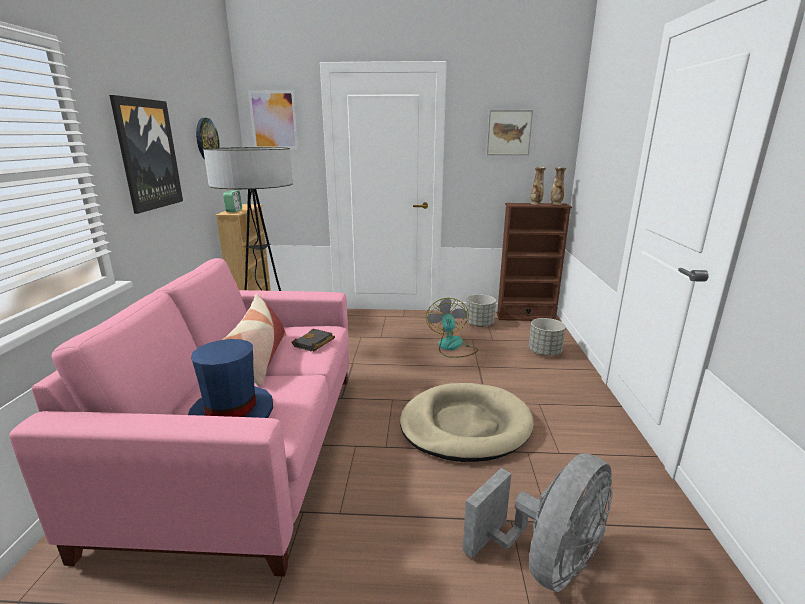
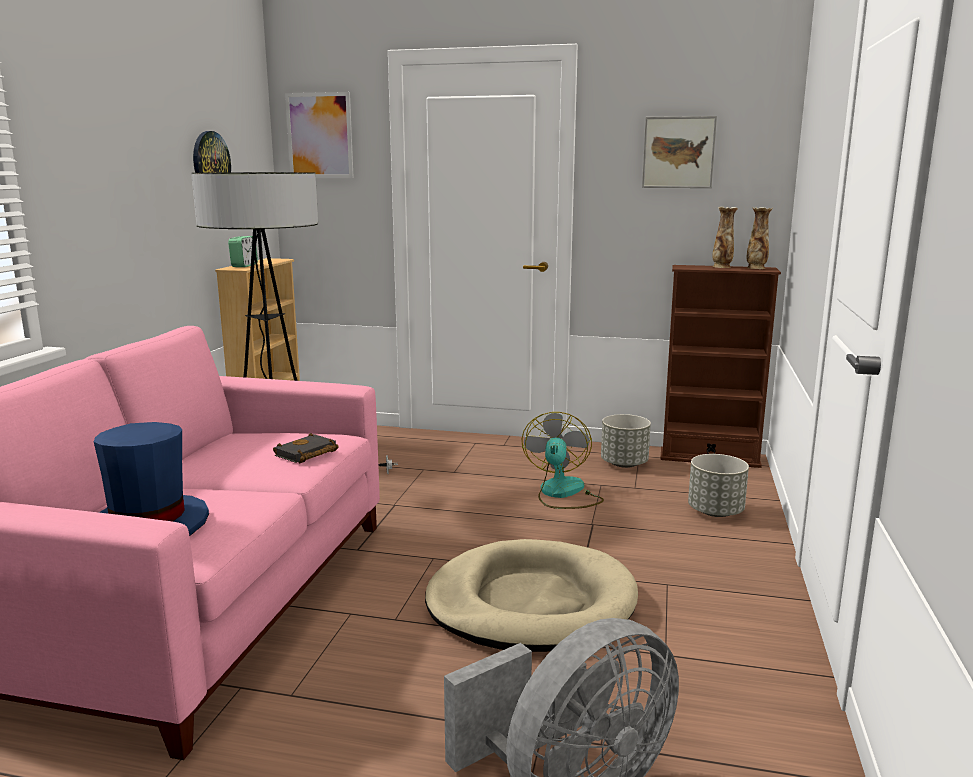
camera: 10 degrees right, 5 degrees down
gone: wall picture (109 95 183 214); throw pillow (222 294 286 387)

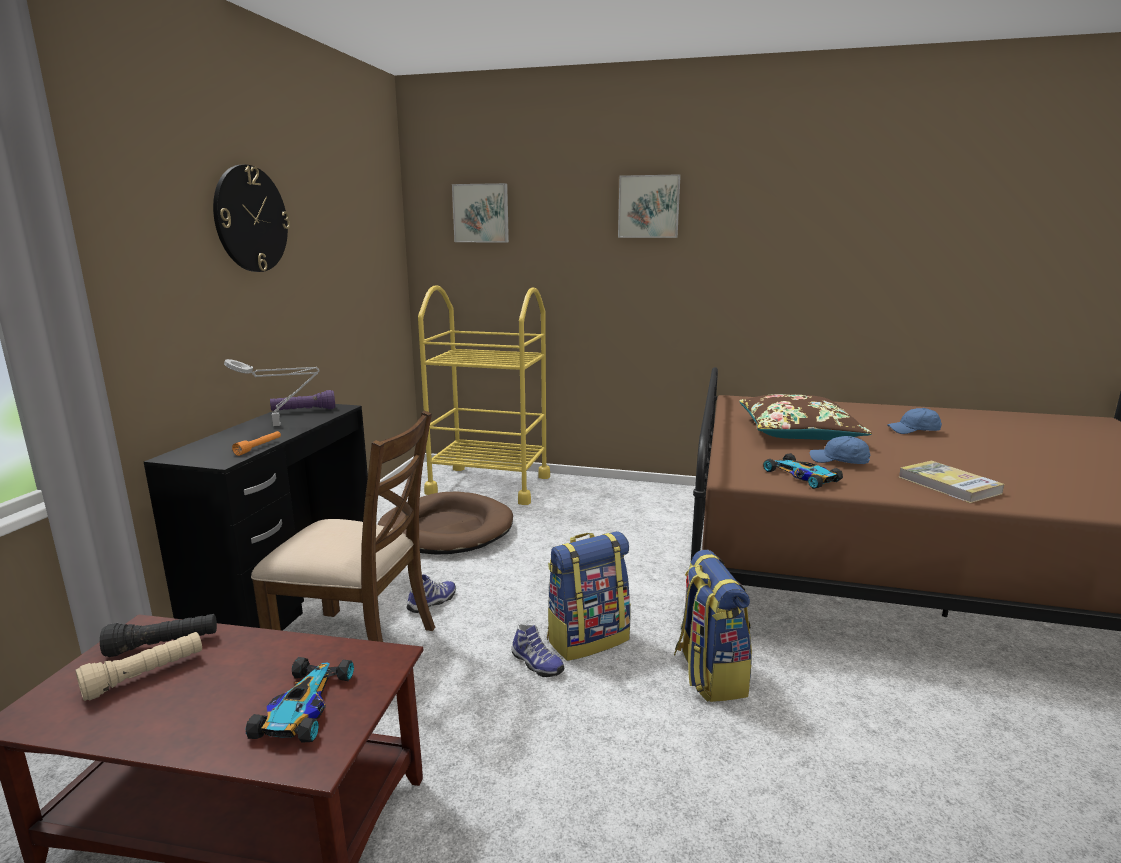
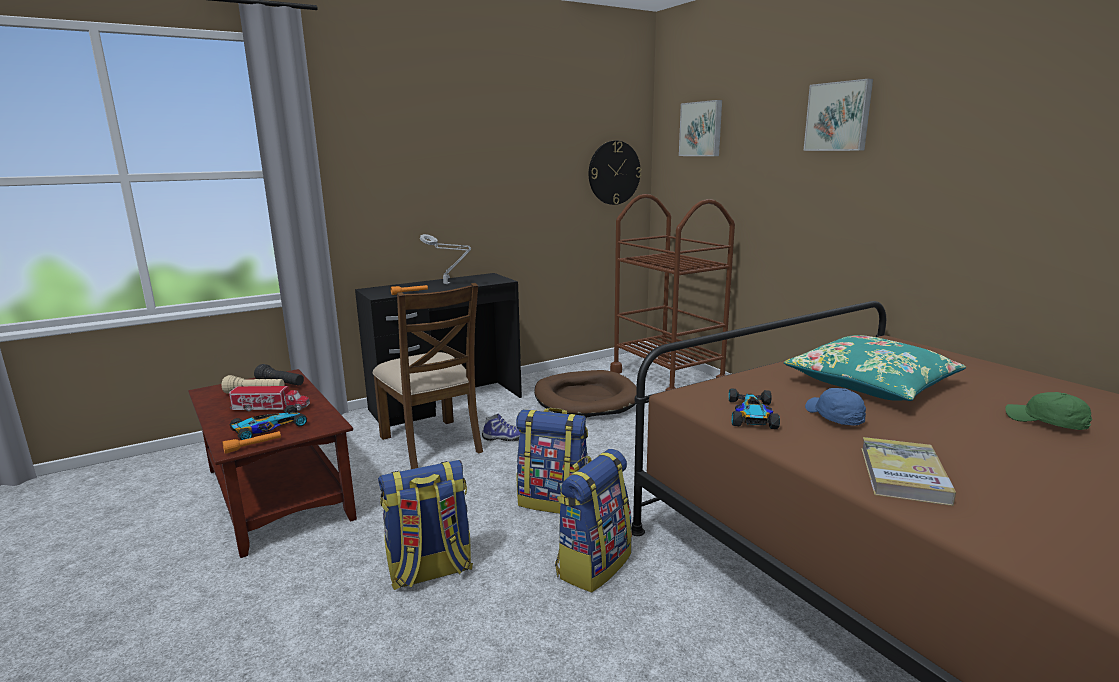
camera: 45 degrees right, 0 degrees up
gone: purplish torch (270 390 335 411); shoe (511 624 564 677)
new: orangey torch (222 431 281 454); toy lorry (229 386 310 411); backpack (378 460 473 590)
shifted: clock on the wall (213 165 290 272) to (589 141 641 205)
repainted: yellow-coloured trolley (418 285 550 505) to brownish trolley (610 194 735 391); brownish throw pillow (739 394 872 440) to turquoise-coloured throw pillow (784 335 966 401); bluish cap (887 408 942 434) to greenish cap (1005 392 1092 430)

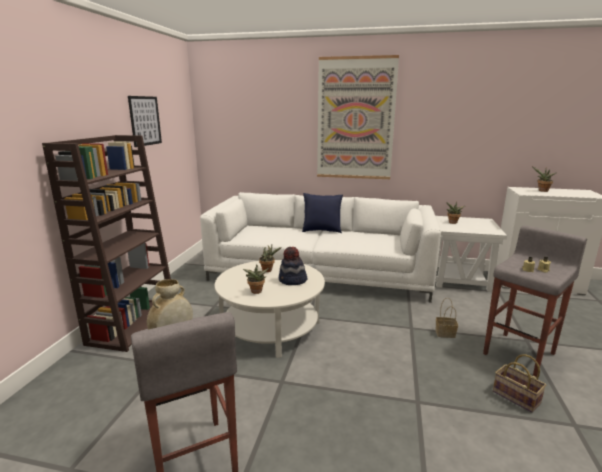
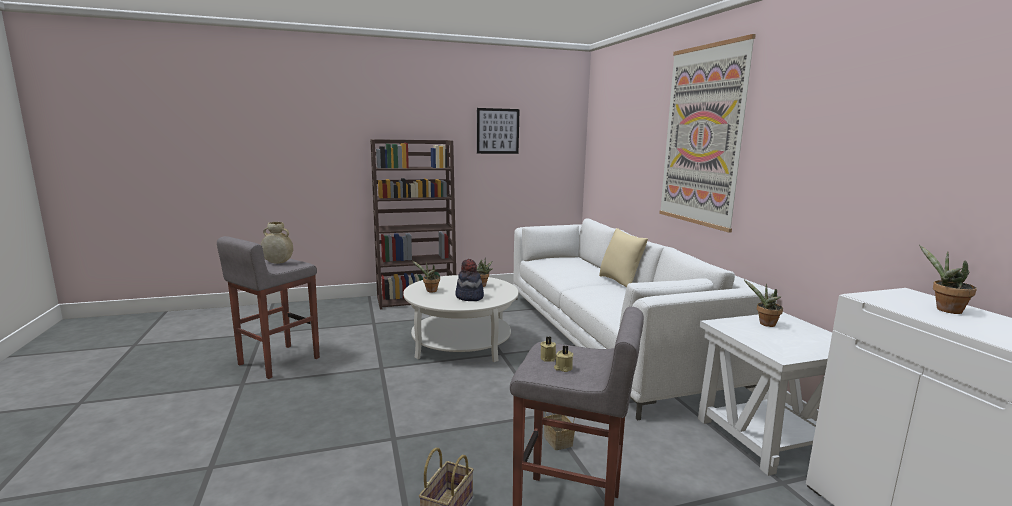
camera: 60 degrees right, 5 degrees down
repainted: bluish throw pillow (302 193 343 233) to beige-coloured throw pillow (599 228 648 288)

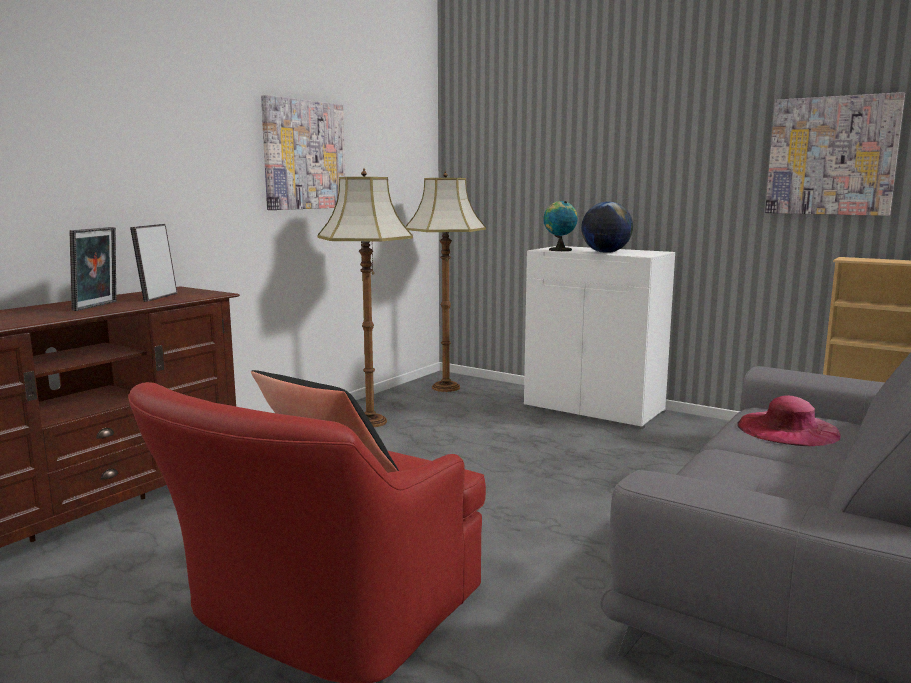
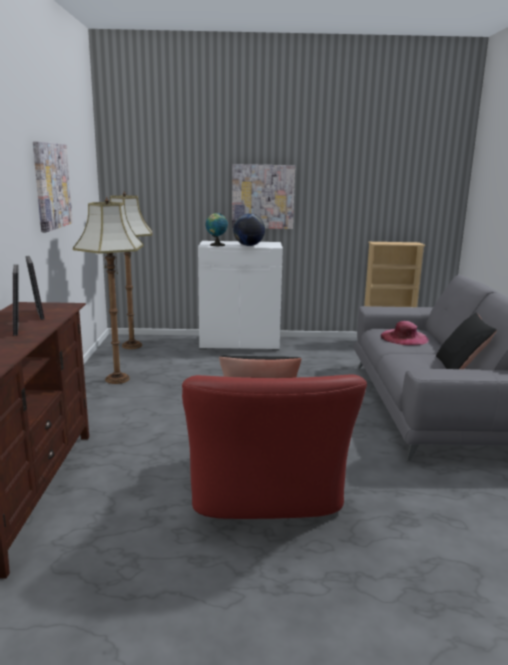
camera: 35 degrees left, 5 degrees up
new: black throw pillow (436 312 497 369)
shifted: wall picture (765 92 905 216) to (232 164 295 229)

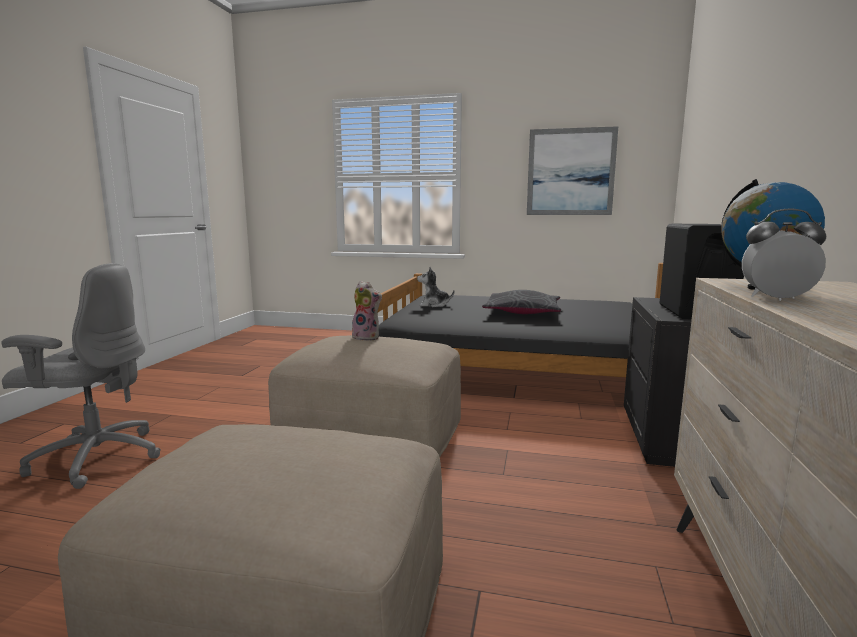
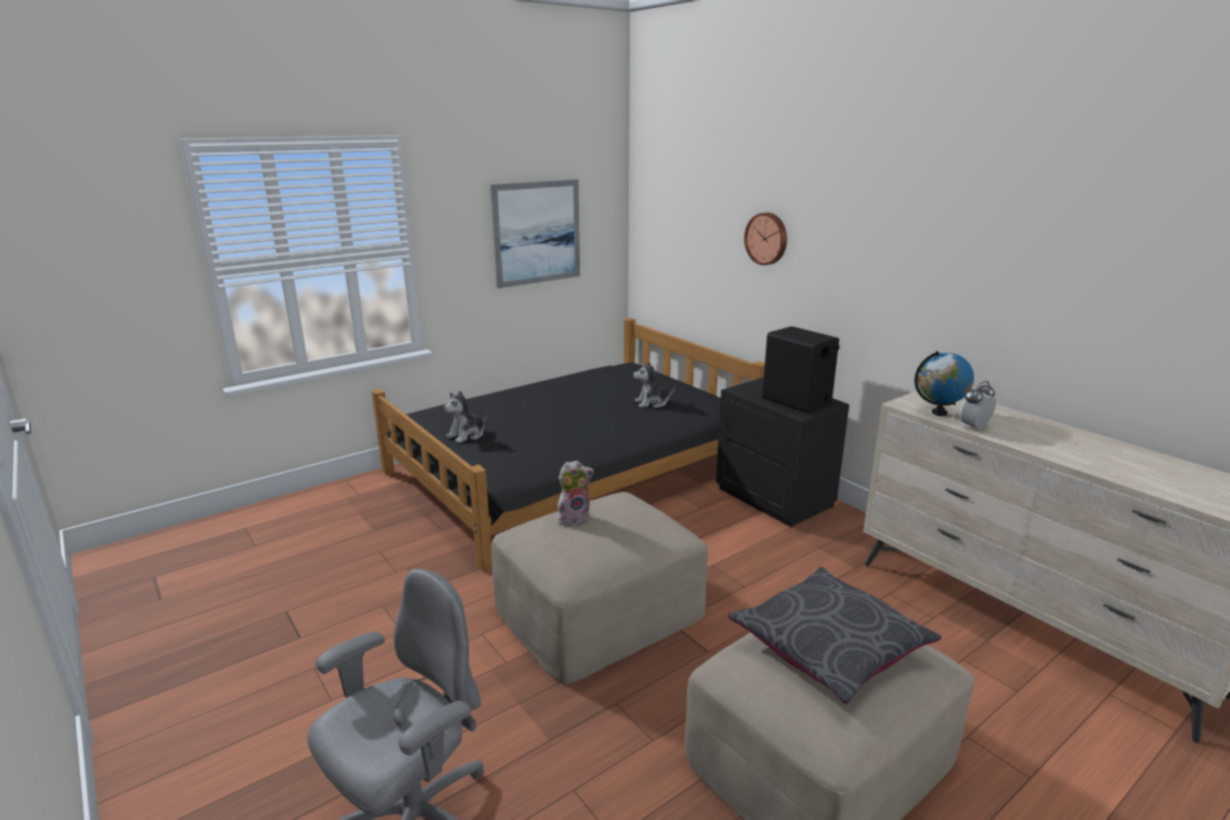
camera: 50 degrees left, 10 degrees up
new: cuddly toy (633 362 675 408); clock on the wall (744 213 787 265)
shifted: grey throw pillow (482 290 561 314) to (728 567 941 704)

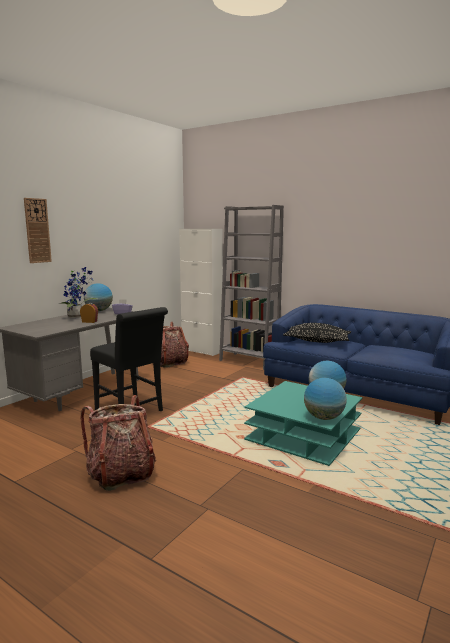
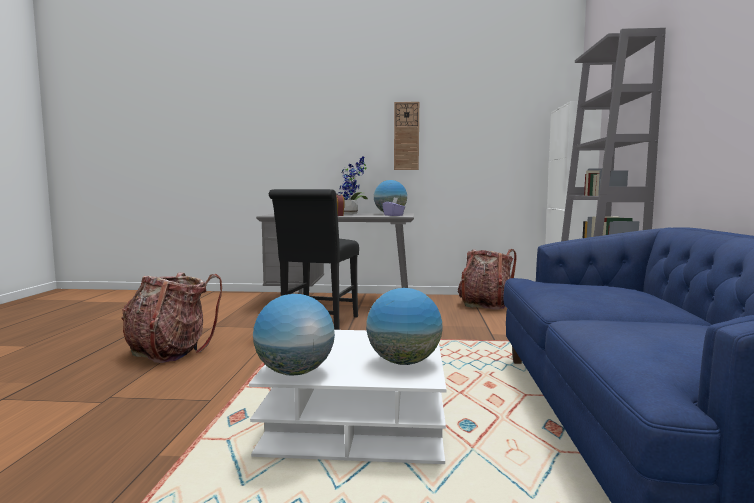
camera: 60 degrees right, 5 degrees down
gone: black throw pillow (283 323 351 343)
shifted: clock on the wall (24 198 52 263) to (394 102 419 170)
repainted: turquoise-coloured coffee table (244 381 363 466) to white-coloured coffee table (249 330 447 464)

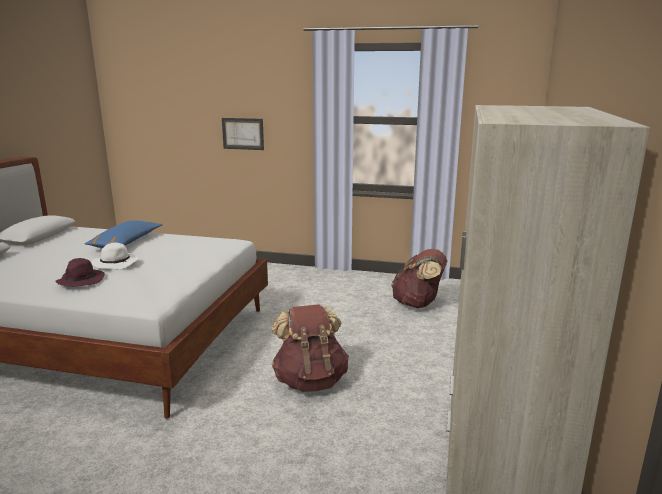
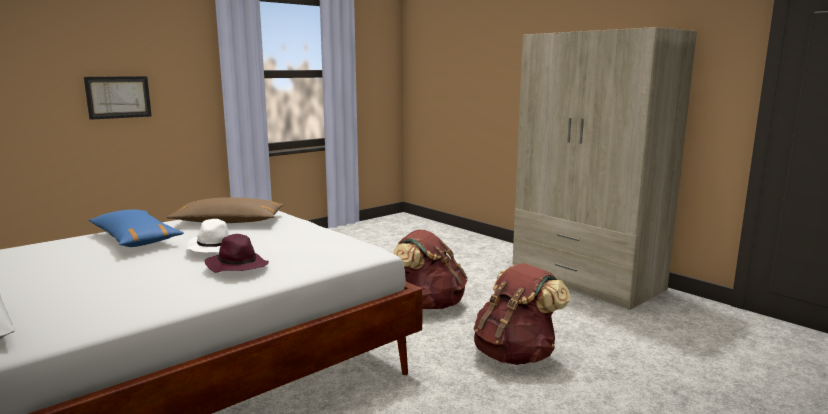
camera: 55 degrees left, 5 degrees down
new: brownish throw pillow (167 197 284 223)
shifted: brownish backpack (391 249 447 308) to (473 263 570 365)

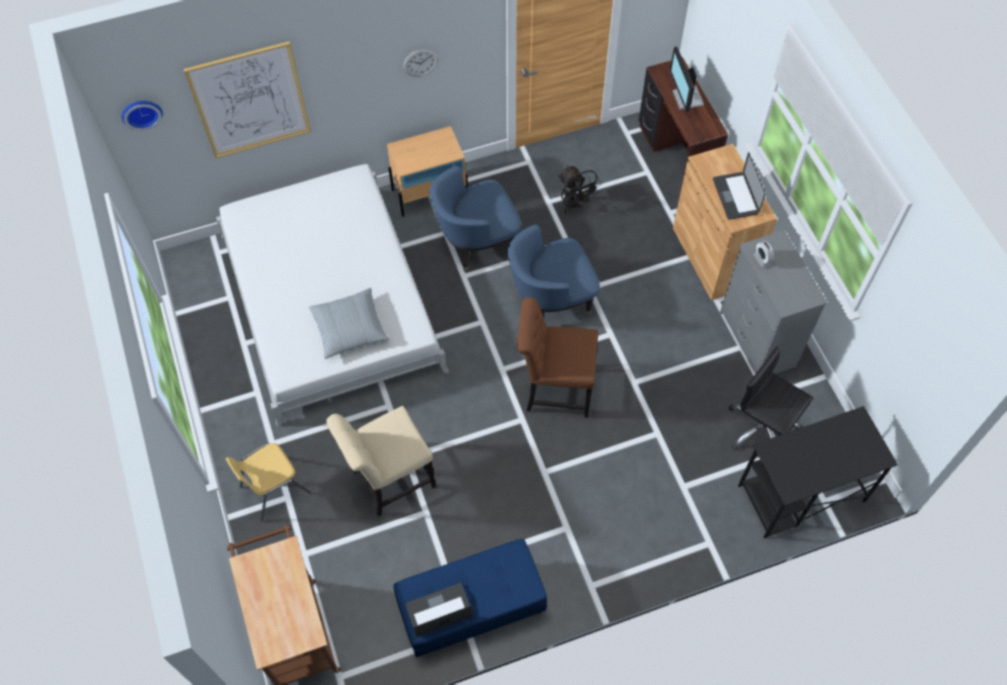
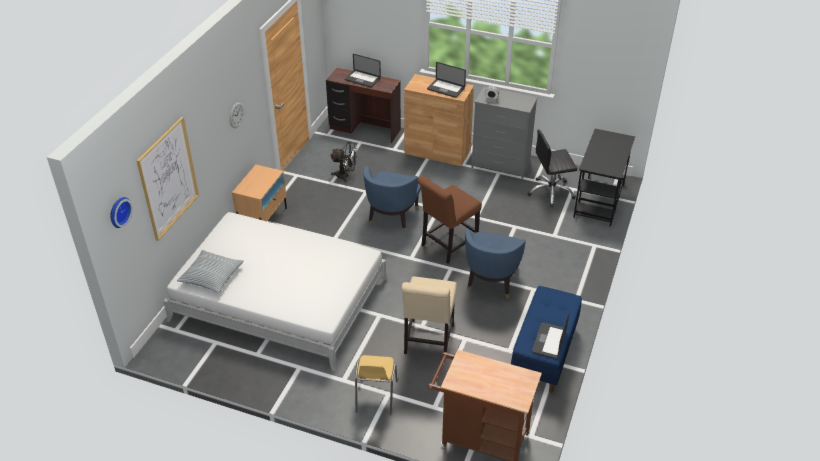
camera: 50 degrees left, 20 degrees down
shifted: throw pillow (309 288 389 359) to (177 250 244 293); bluish easy chair (430 166 521 271) to (465 229 526 299)
swapped: computer screen (670 47 704 112) to portable computer (344 54 381 87)

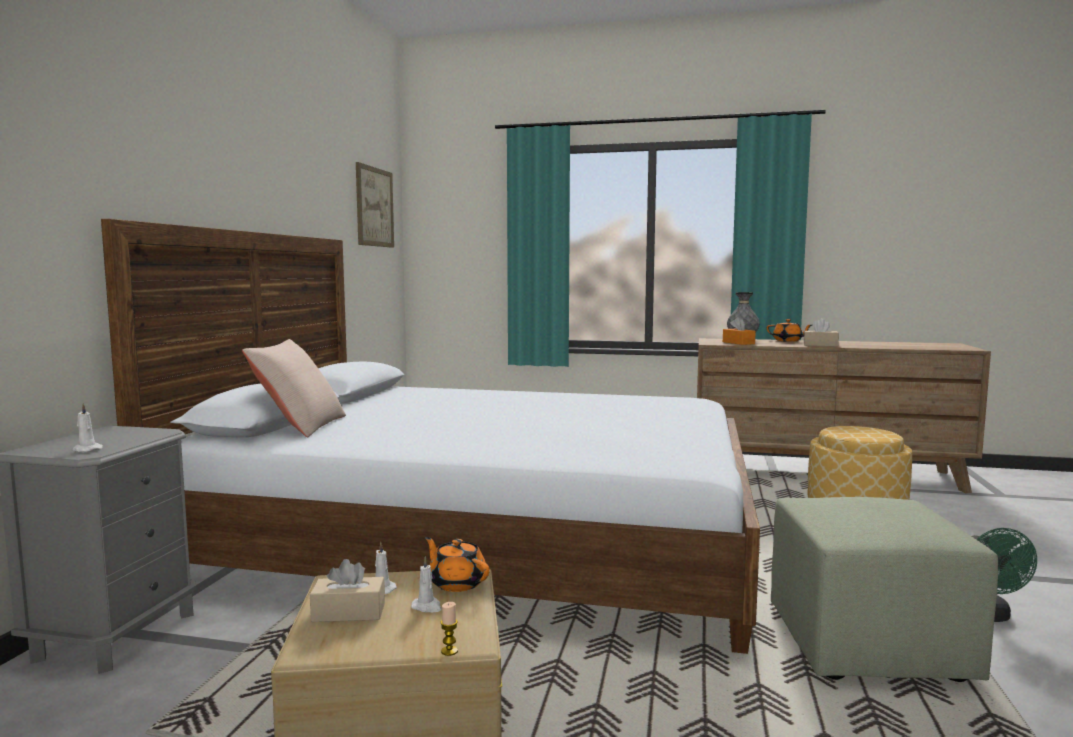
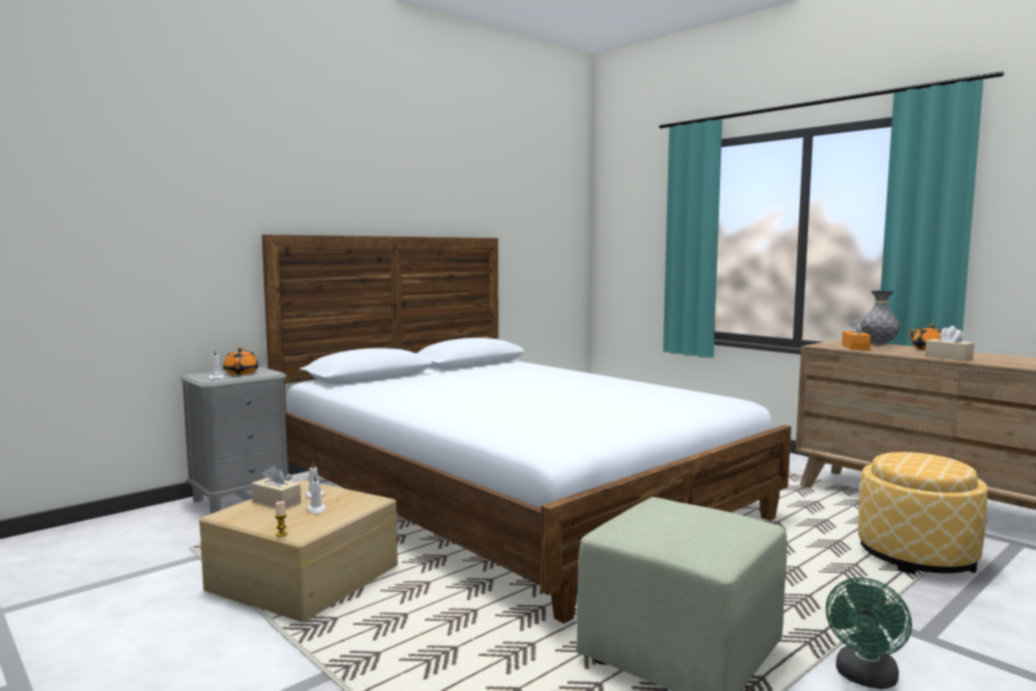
camera: 35 degrees right, 0 degrees up
gone: beige-coloured throw pillow (242 339 346 437); wall picture (356 162 394 248)
shifted: orangey teapot (425 537 490 592) to (223 348 258 375)

